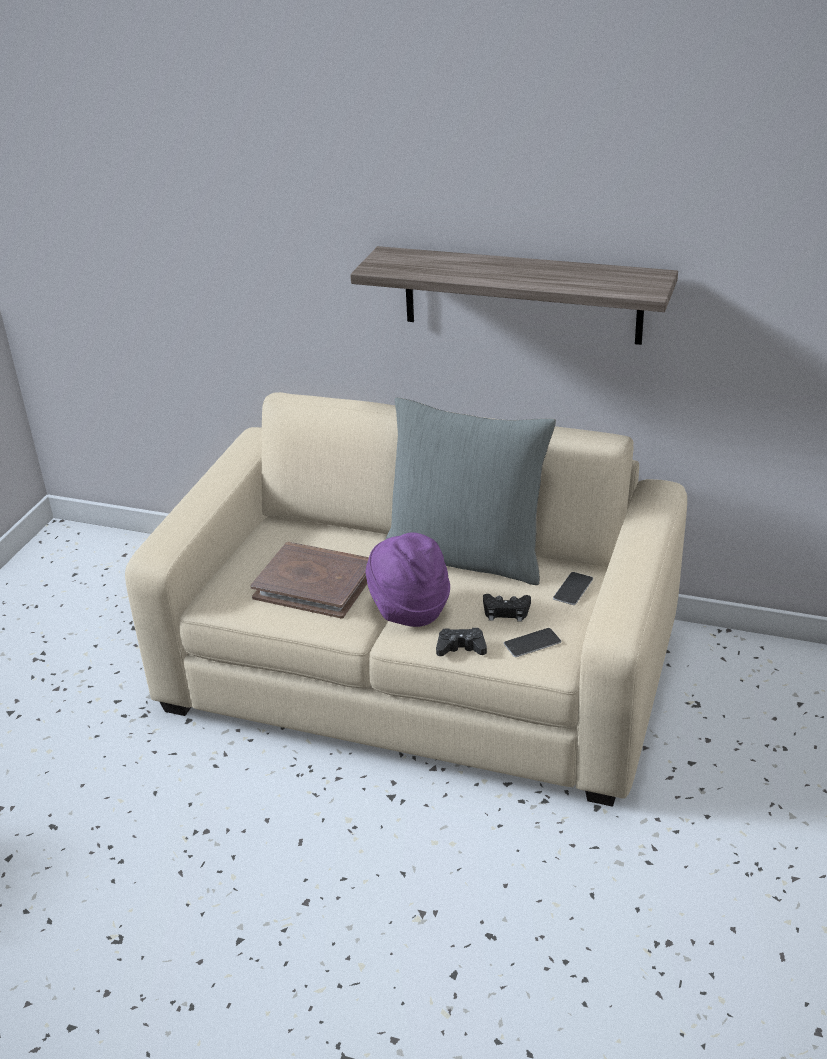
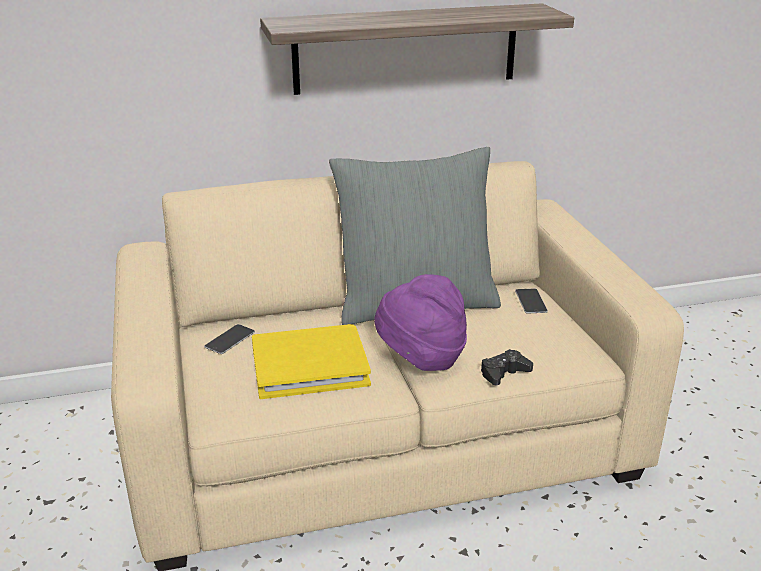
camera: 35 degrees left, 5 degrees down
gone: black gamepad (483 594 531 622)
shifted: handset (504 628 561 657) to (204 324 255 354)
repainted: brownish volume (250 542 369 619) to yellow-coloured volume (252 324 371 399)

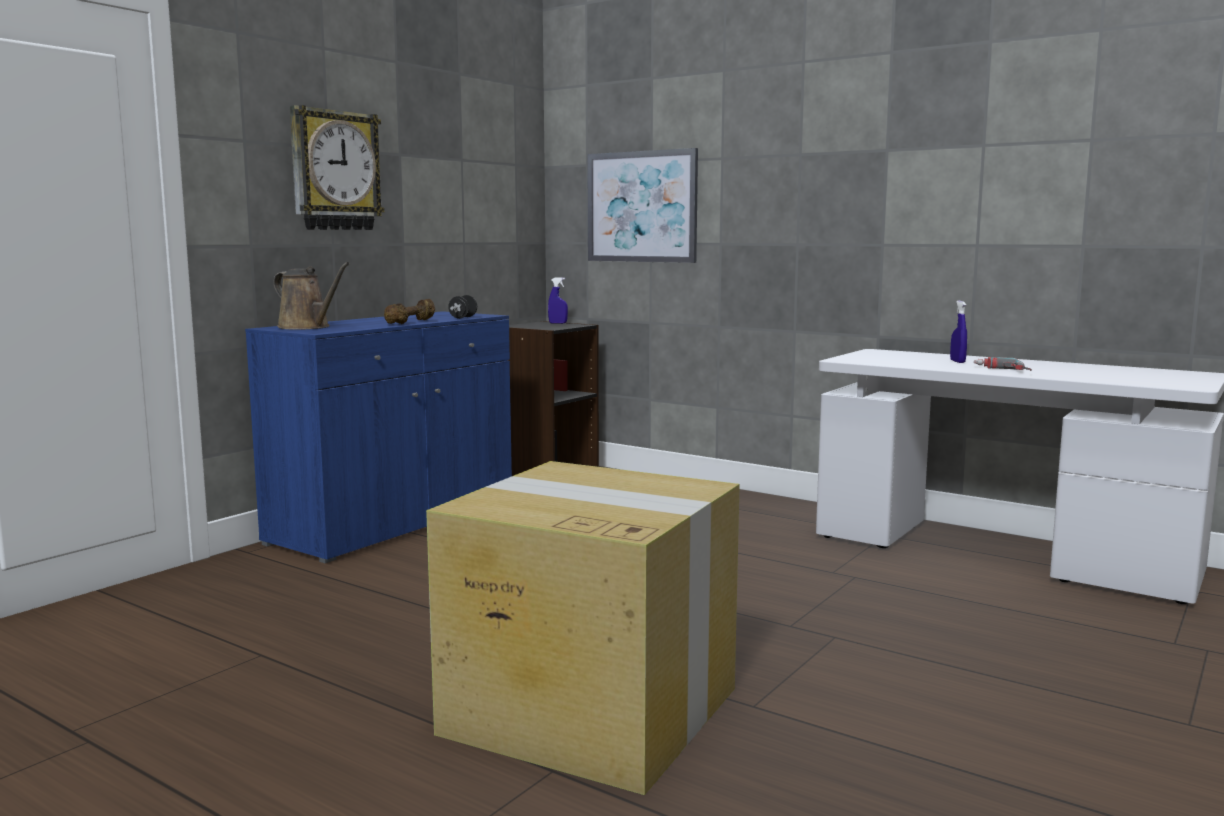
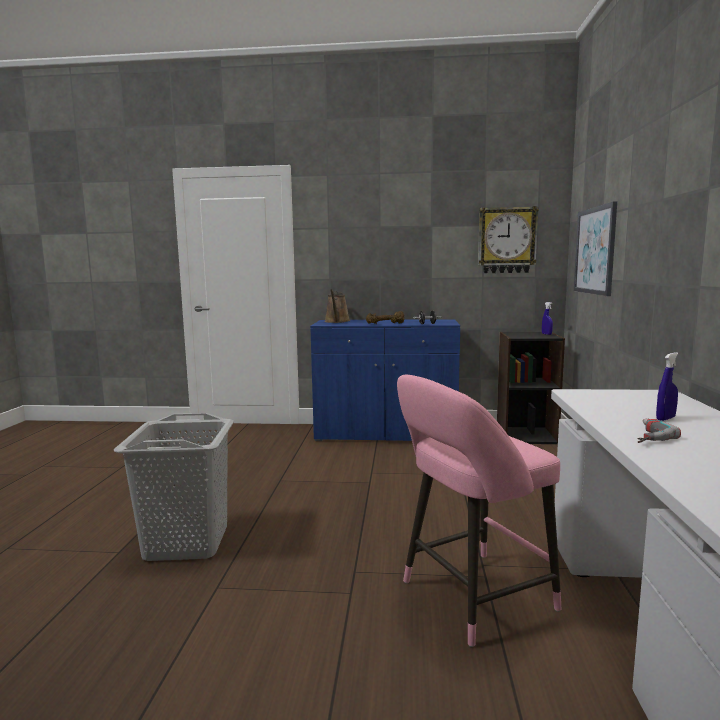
camera: 60 degrees right, 0 degrees up
new: pinkish sitting stool (397 374 561 647)
shifted: clock on the wall (290 105 385 230) to (478 206 539 273)
swapped: packing box (426 461 740 795) to grey hamper (114 413 234 561)

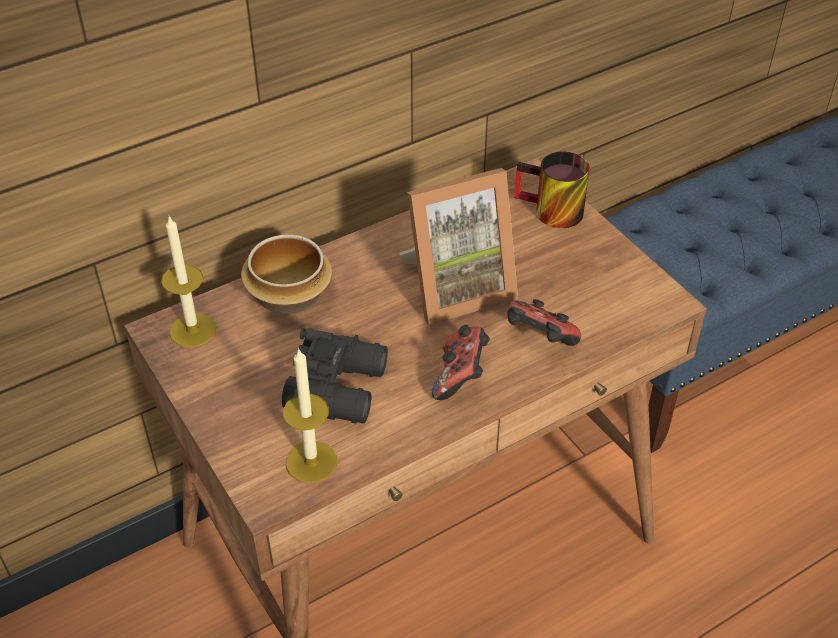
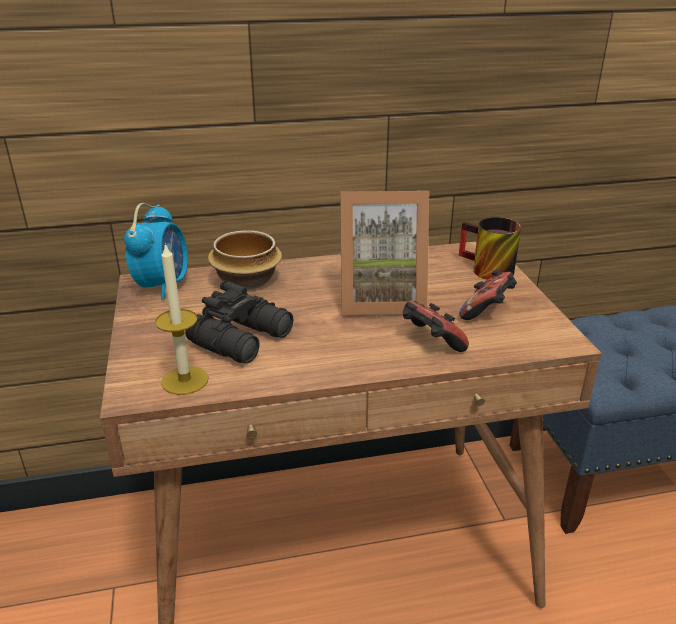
camera: 20 degrees right, 15 degrees down
shifted: gamepad (432 325 490 400) to (459 268 517 320)
swapped: wax candle (161 216 216 347) to bedside clock (124 203 188 300)

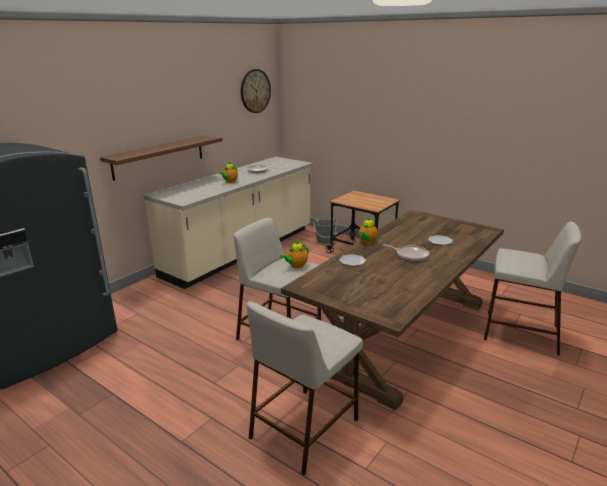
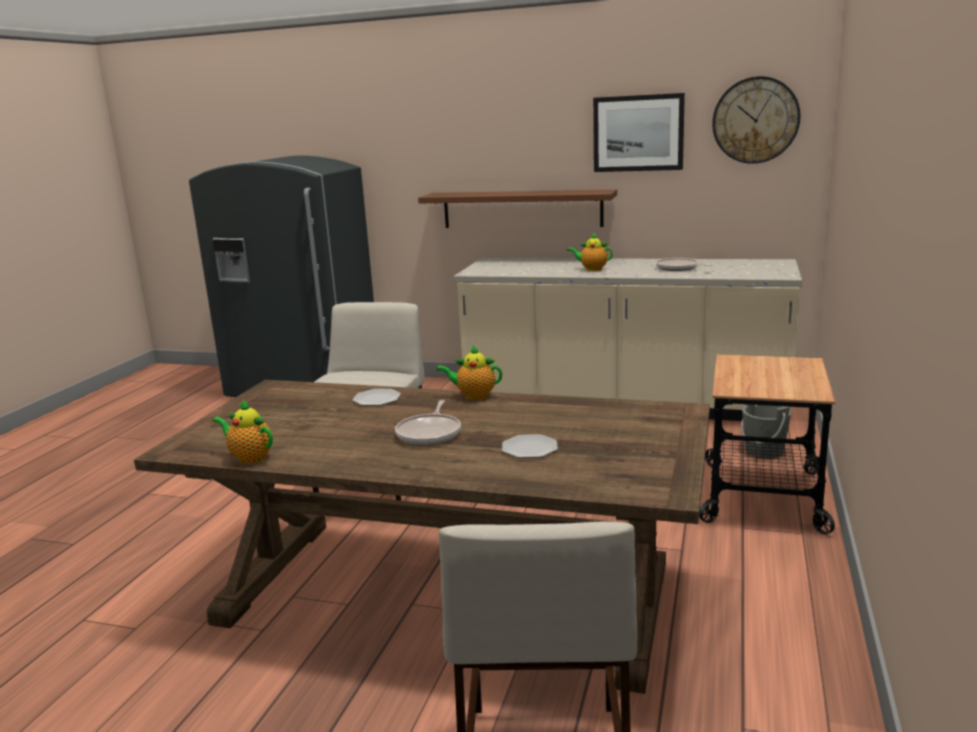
camera: 70 degrees right, 5 degrees down
gone: beige-coloured sitting stool (247 301 363 475)
new: wall picture (593 93 685 172)
shifted: teapot (280 240 309 268) to (212 399 273 464)

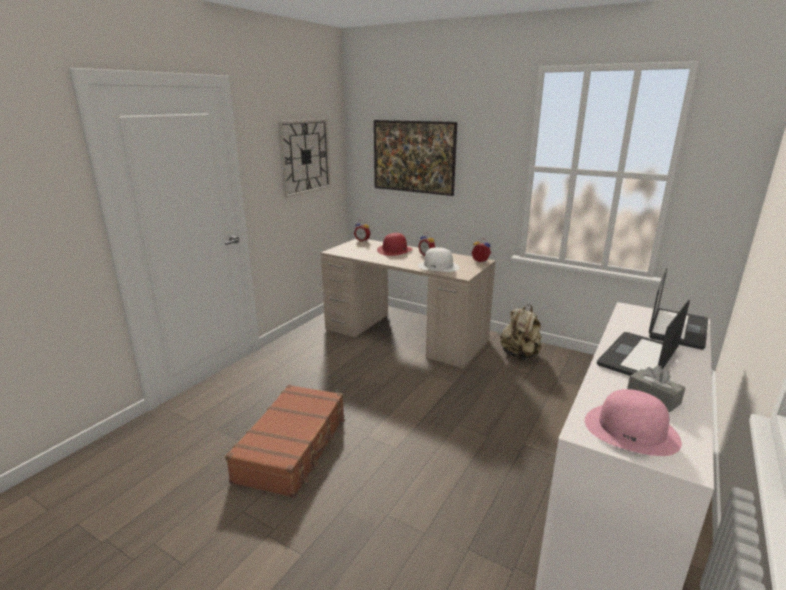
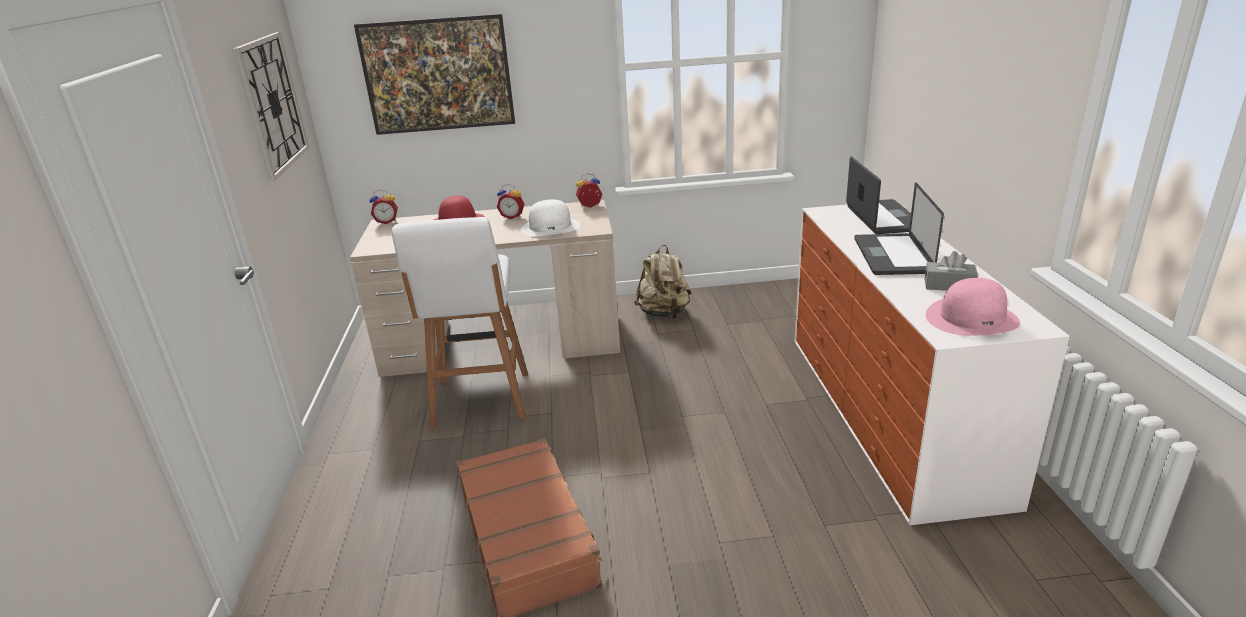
camera: 35 degrees left, 5 degrees up
new: white-coloured sitting stool (392 217 528 429)

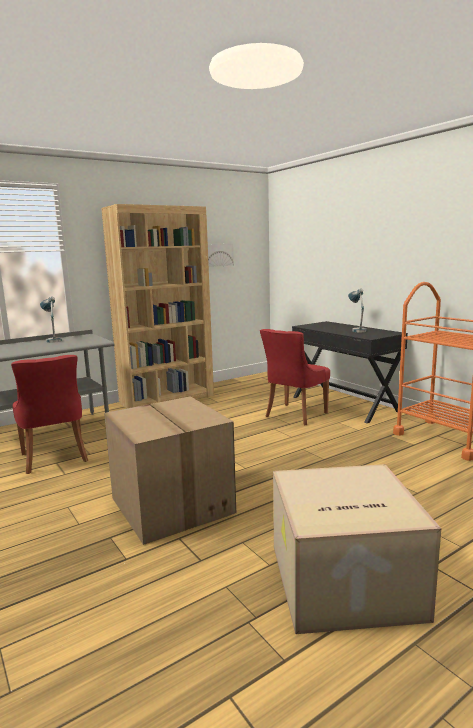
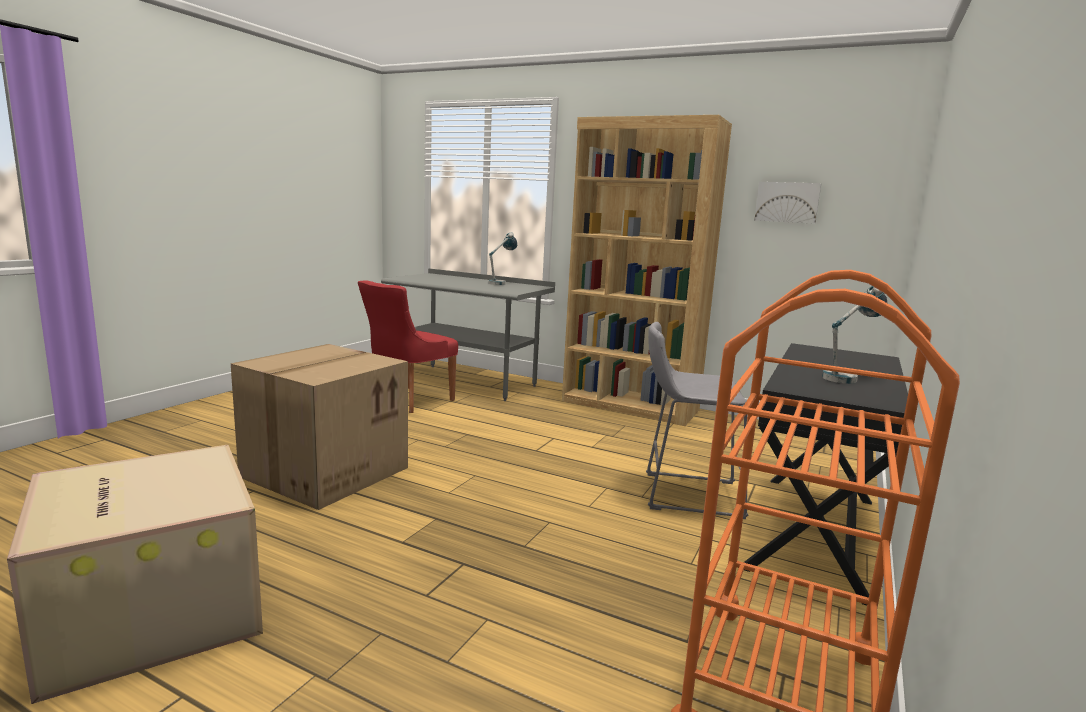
camera: 60 degrees right, 0 degrees up
swapped: red plain chair (260 329 330 425) to grey sitting stool (646 322 749 519)

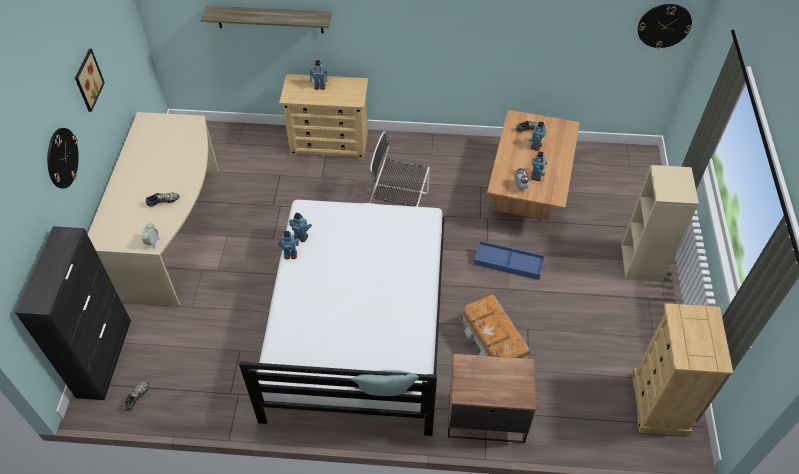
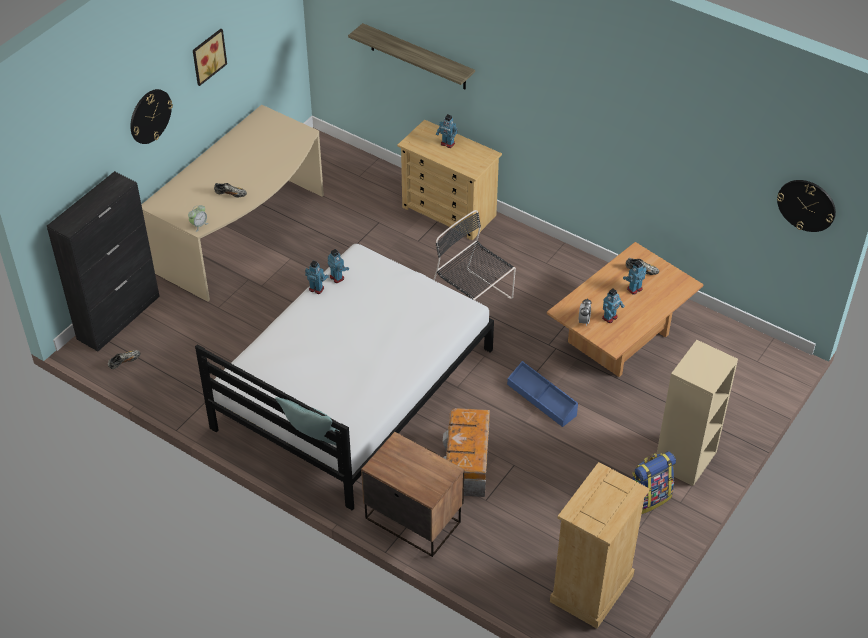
camera: 30 degrees right, 5 degrees down
new: backpack (632 451 676 514)

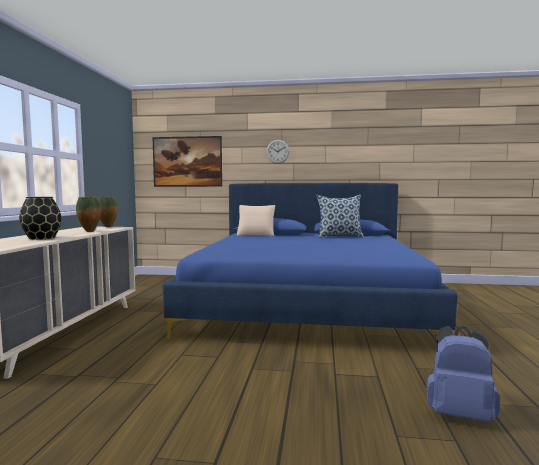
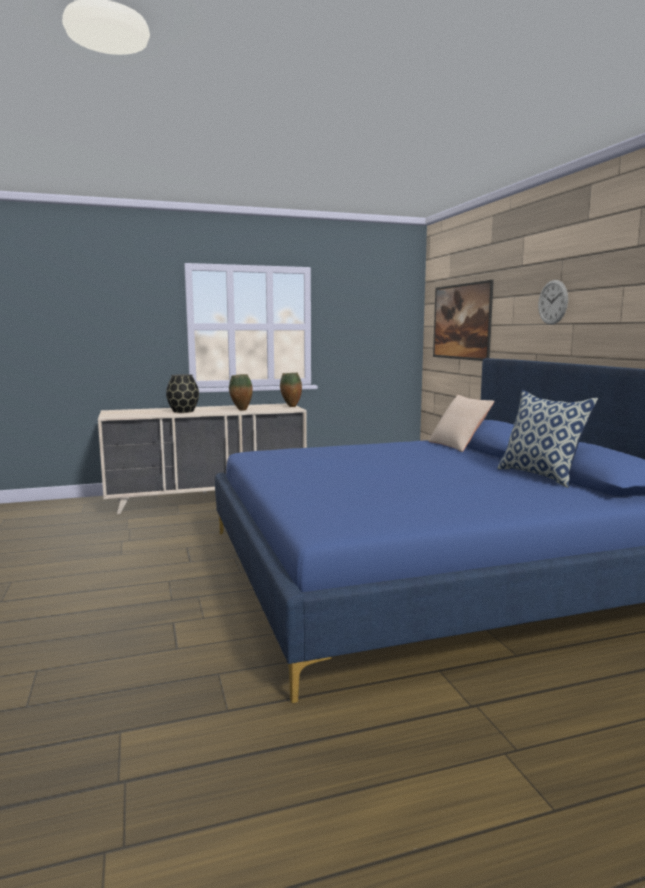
camera: 65 degrees right, 5 degrees up
gone: bluish backpack (426 326 500 422)

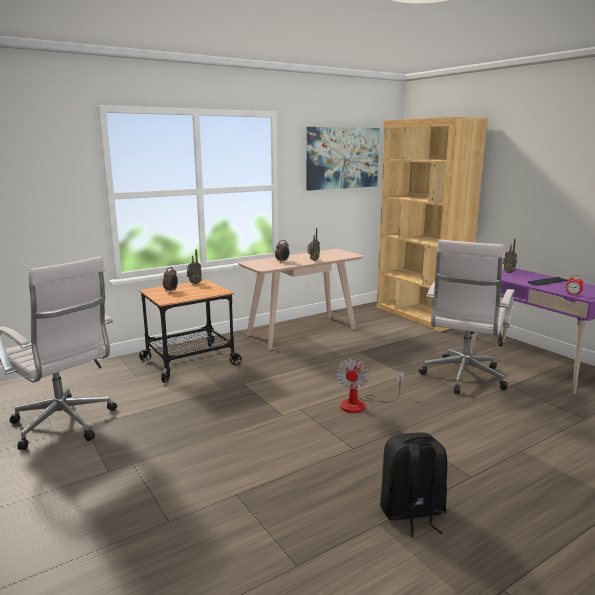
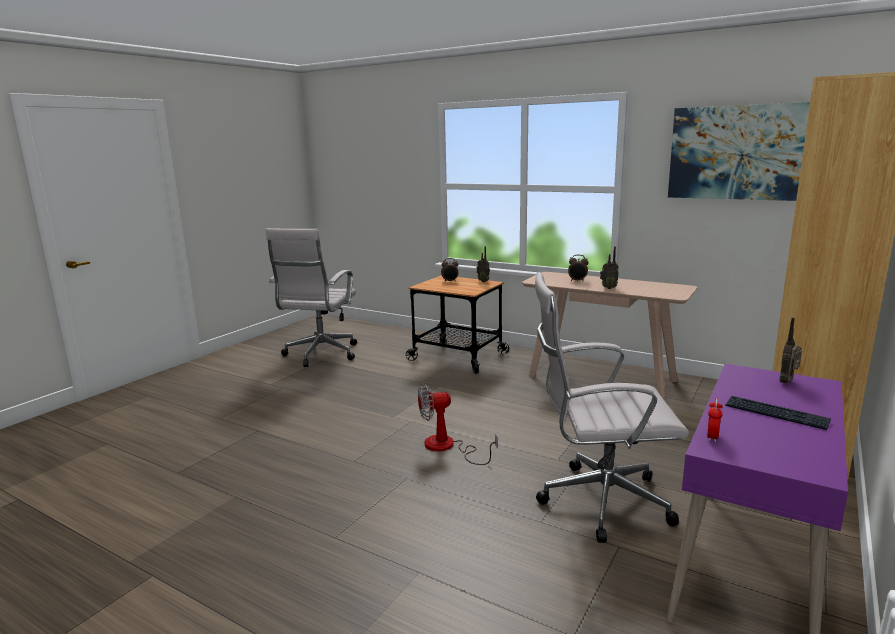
camera: 65 degrees right, 0 degrees up
gone: black backpack (380 432 447 538)

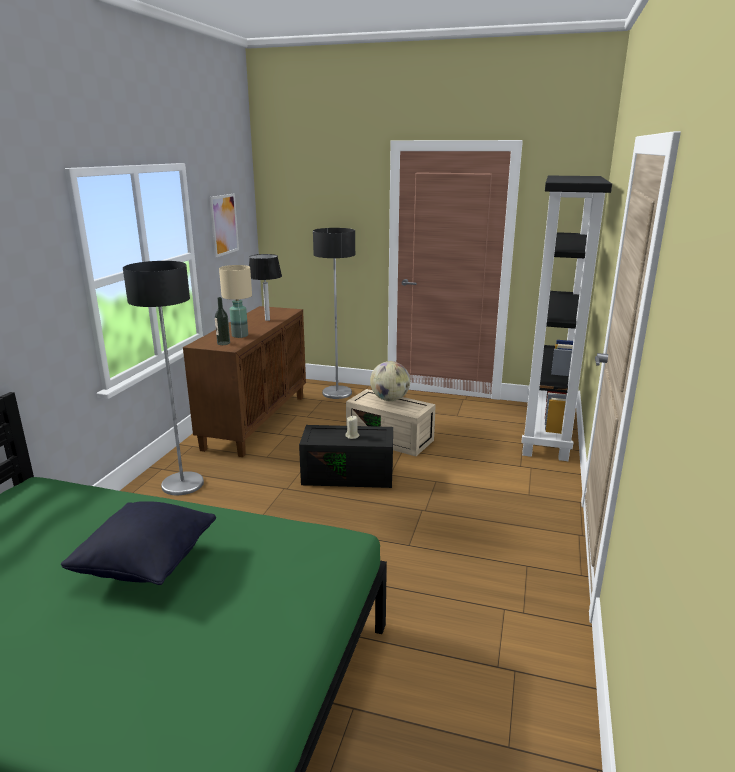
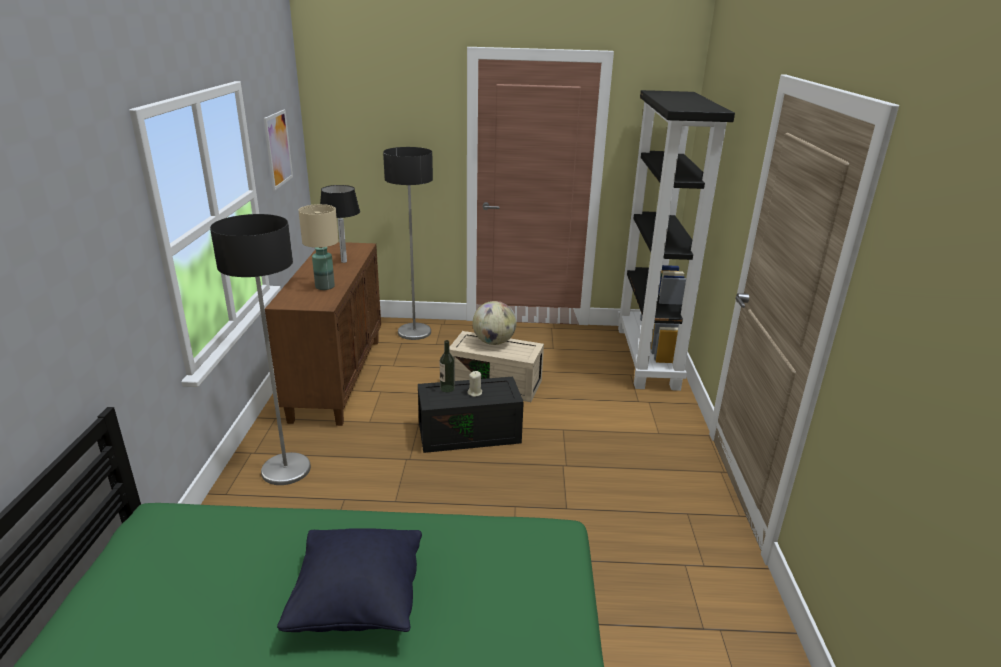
camera: 15 degrees left, 5 degrees up
shifted: beverage bottle (215 297 230 345) to (440 340 455 392)

